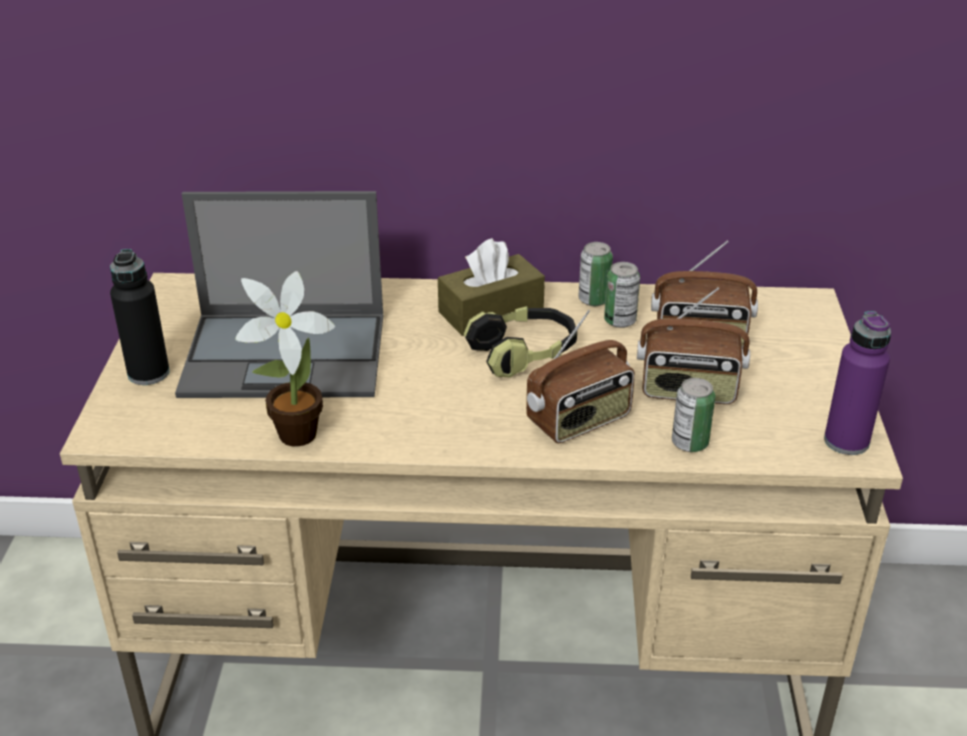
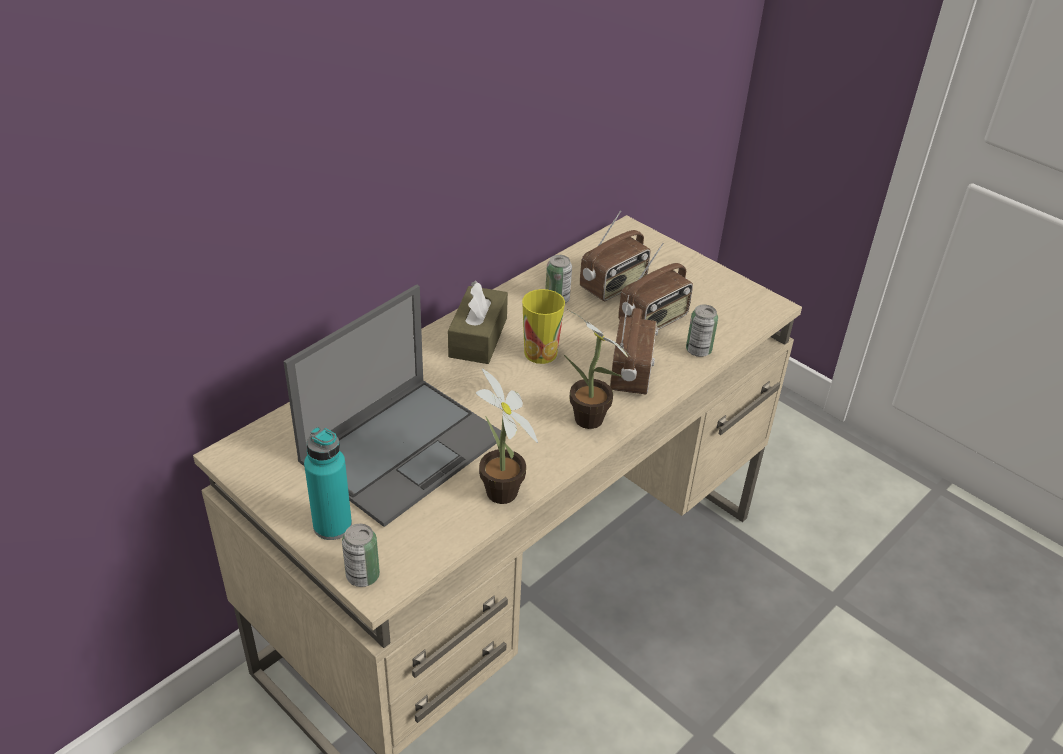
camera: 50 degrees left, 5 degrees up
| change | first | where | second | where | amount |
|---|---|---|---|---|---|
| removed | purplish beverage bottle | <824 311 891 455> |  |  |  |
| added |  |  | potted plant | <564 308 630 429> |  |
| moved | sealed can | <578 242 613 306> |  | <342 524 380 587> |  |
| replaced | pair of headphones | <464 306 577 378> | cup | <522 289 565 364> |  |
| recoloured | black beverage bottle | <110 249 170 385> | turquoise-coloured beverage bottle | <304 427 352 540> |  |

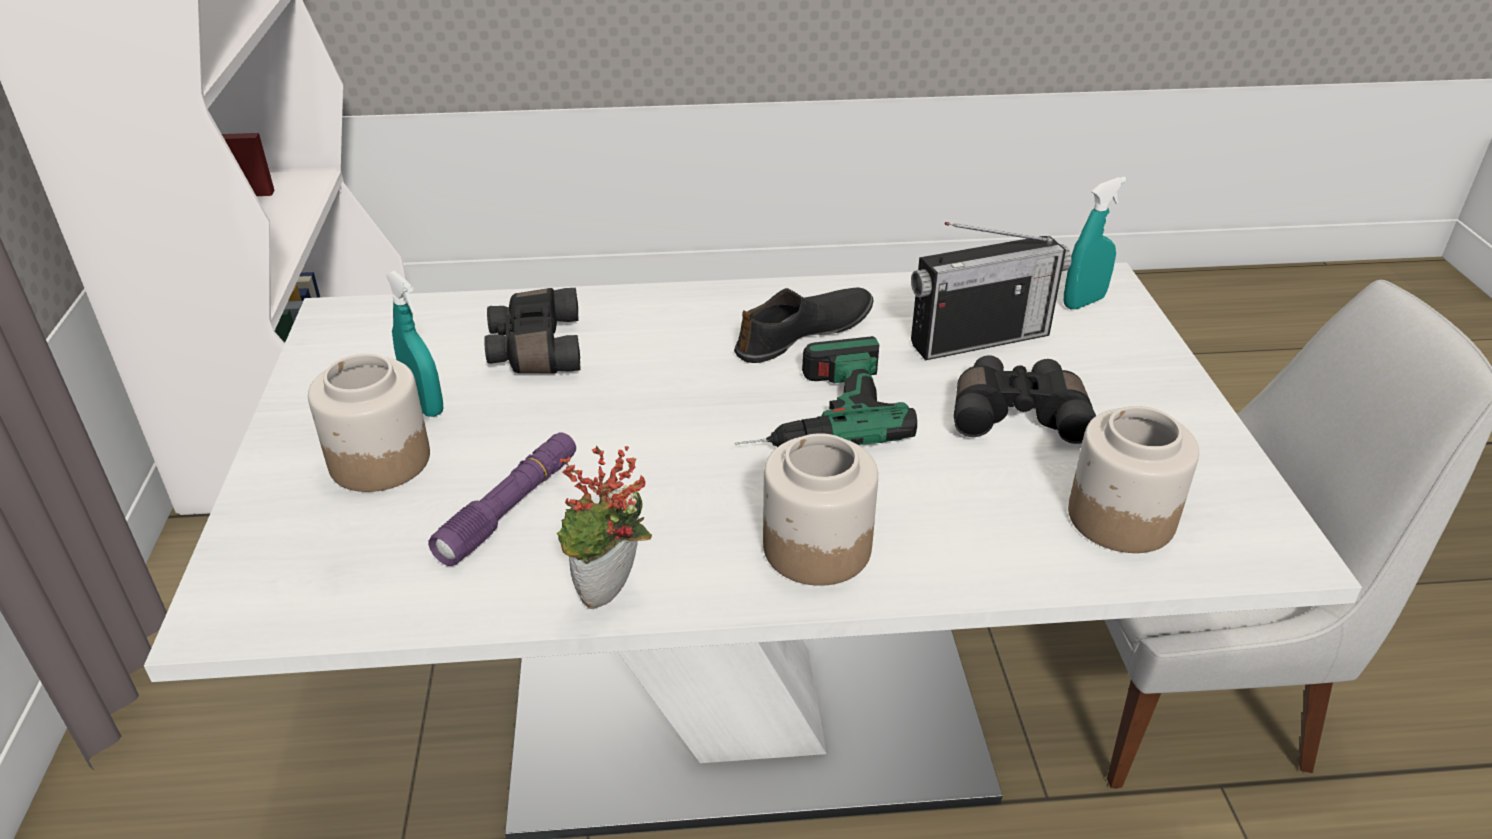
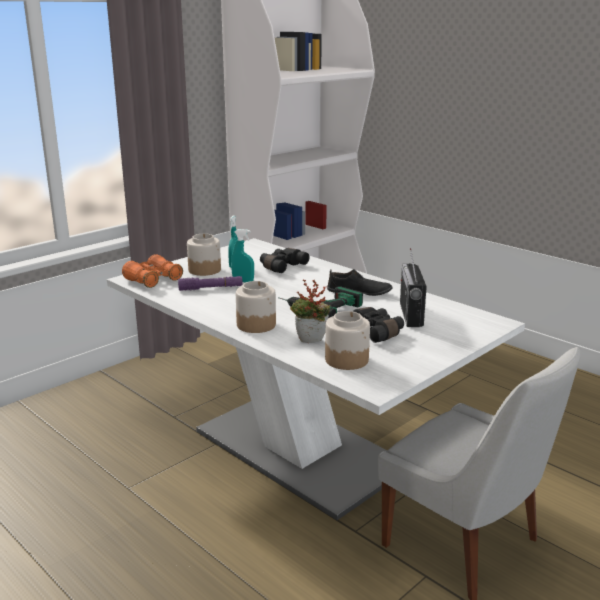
camera: 50 degrees right, 15 degrees down
| change | first | where | second | where | amount |
|---|---|---|---|---|---|
| added |  |  | orange-coloured pair of binoculars | <122 254 183 288> |  |
| moved | potted plant | <557 445 652 609> |  | <290 279 330 343> |  |
| moved | turquoise-coloured hand sprayer | <1064 177 1127 309> |  | <231 229 254 282> |  |
| turned | radio | <911 222 1072 360> |  | <400 248 427 327> | 60 degrees clockwise |

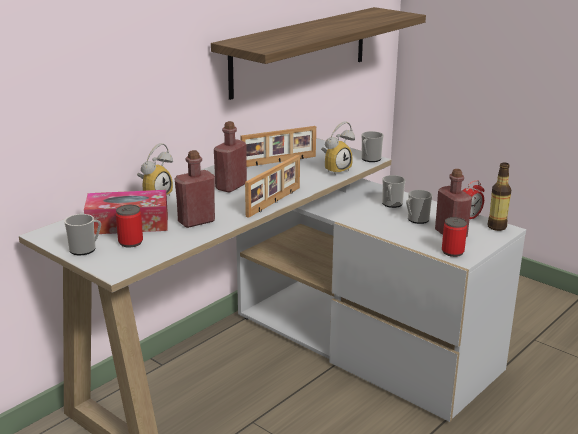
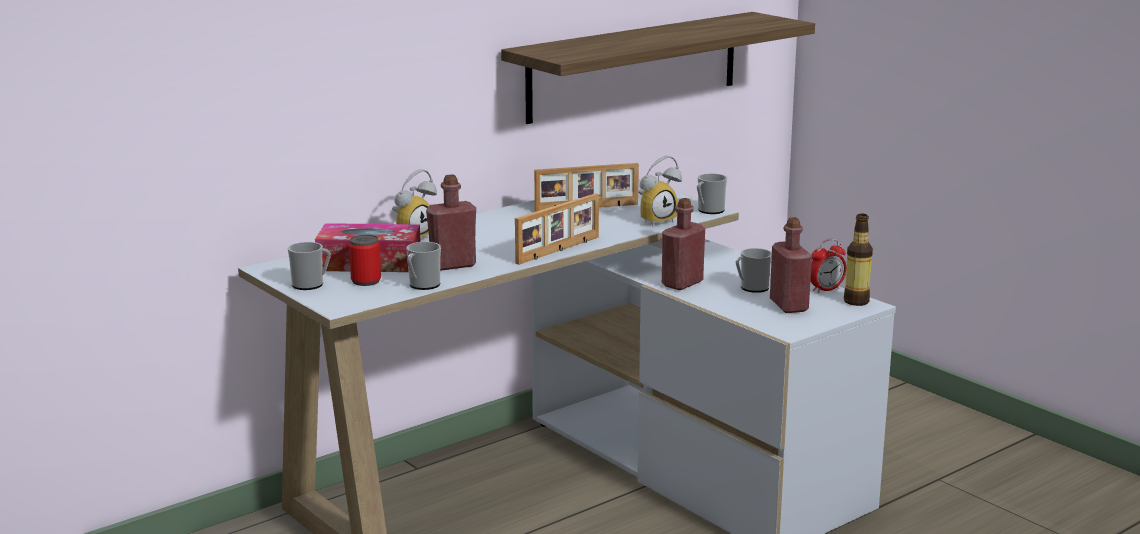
camera: 10 degrees right, 5 degrees down
| change | first | where | second | where | amount |
|---|---|---|---|---|---|
| removed | sealed can | <442 217 467 257> |  |  |  |
| moved | red-coloured beverage bottle | <214 121 247 193> |  | <662 198 705 290> |  |
| moved | tea mug | <382 175 406 208> |  | <406 242 441 290> |  |

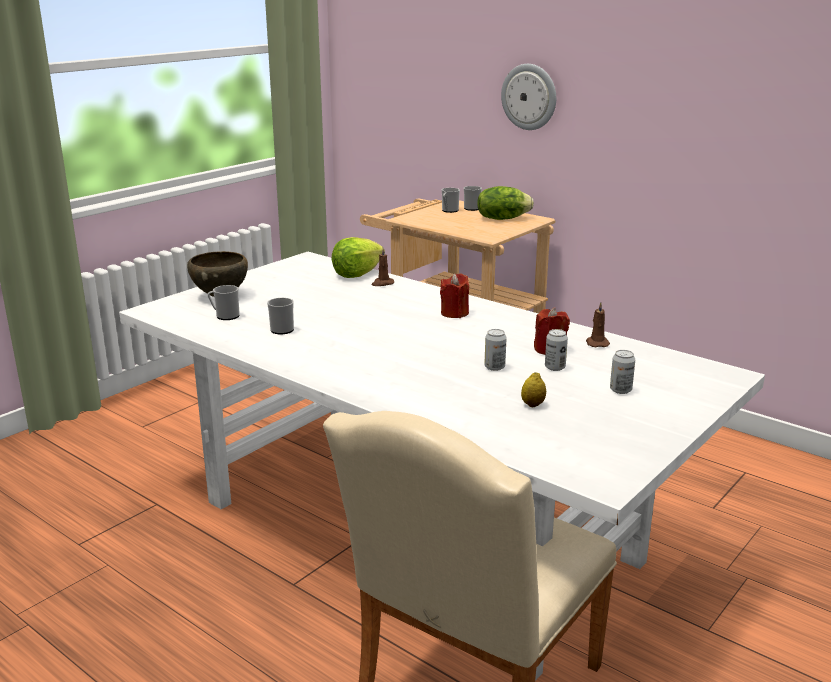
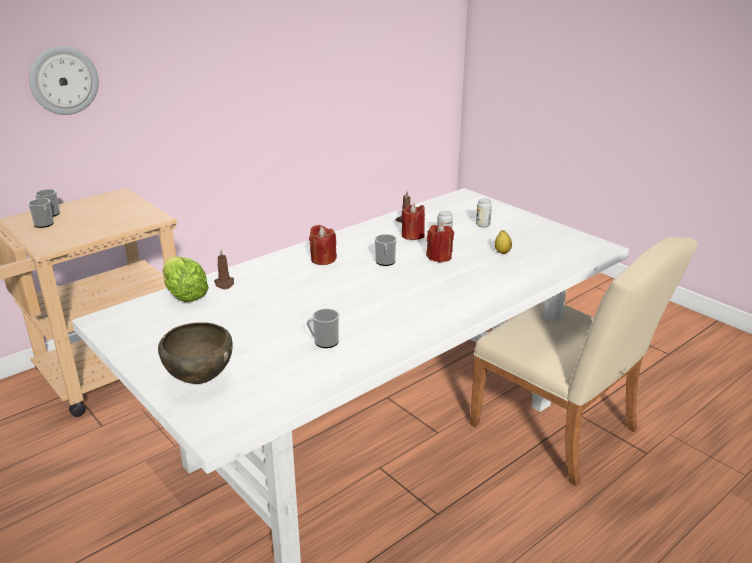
camera: 80 degrees left, 5 degrees up
| change | first | where | second | where | amount |
|---|---|---|---|---|---|
| removed | head of lettuce | <477 186 534 220> |  |  |  |
| moved | tea mug | <208 285 240 320> |  | <375 234 397 266> |  |
| replaced | sealed can | <485 329 507 371> | red-coloured candle | <426 224 454 262> |  |

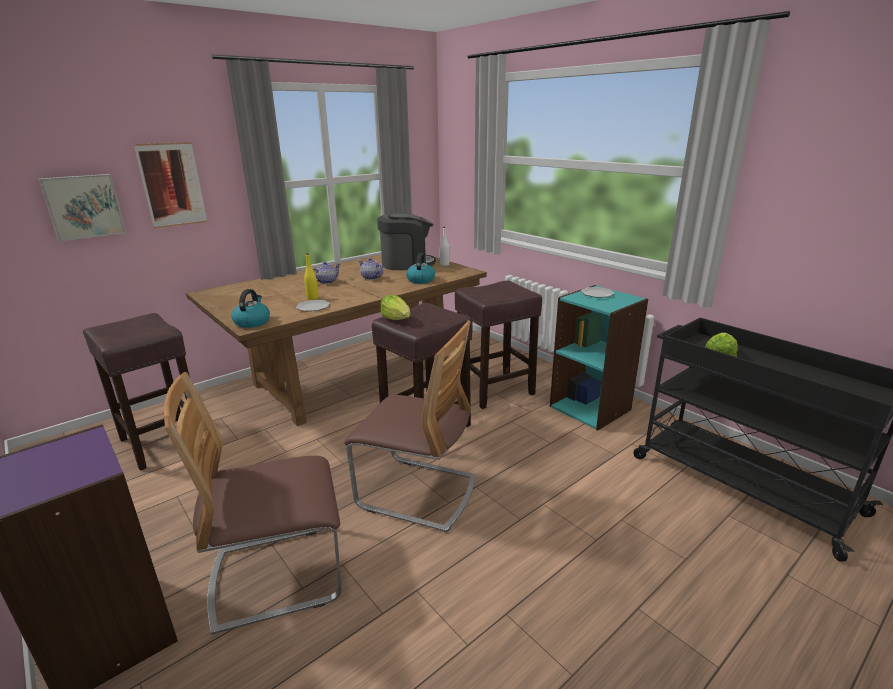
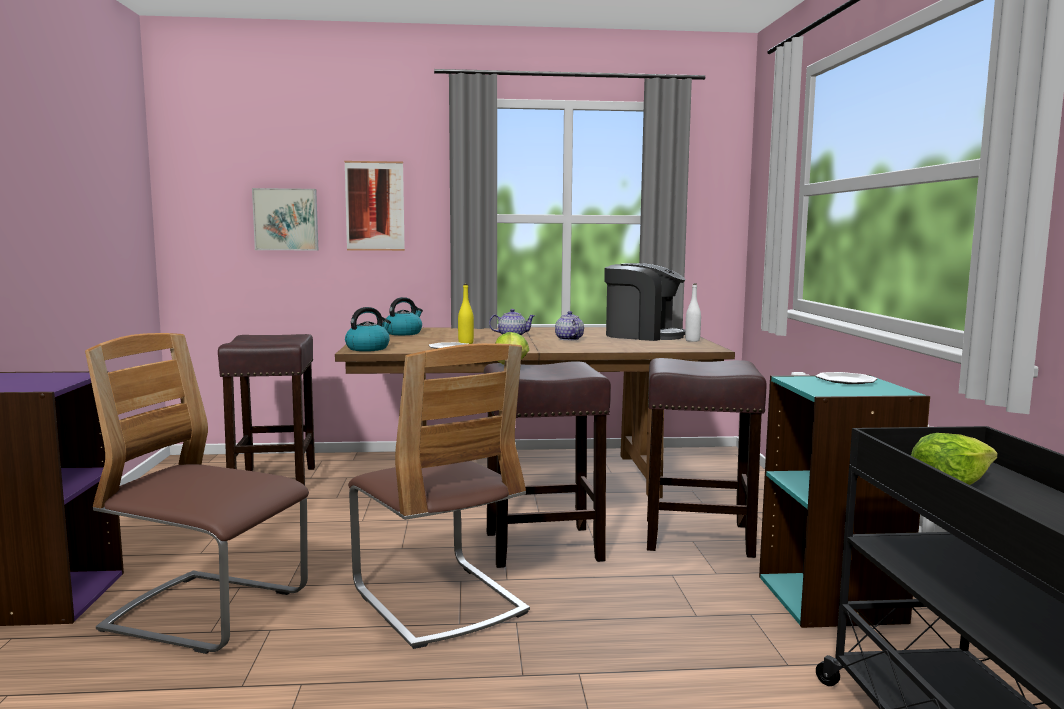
camera: 35 degrees right, 15 degrees down
| change | first | where | second | where | amount |
|---|---|---|---|---|---|
| moved | tea kettle | <406 253 435 284> |  | <386 297 423 335> |  |

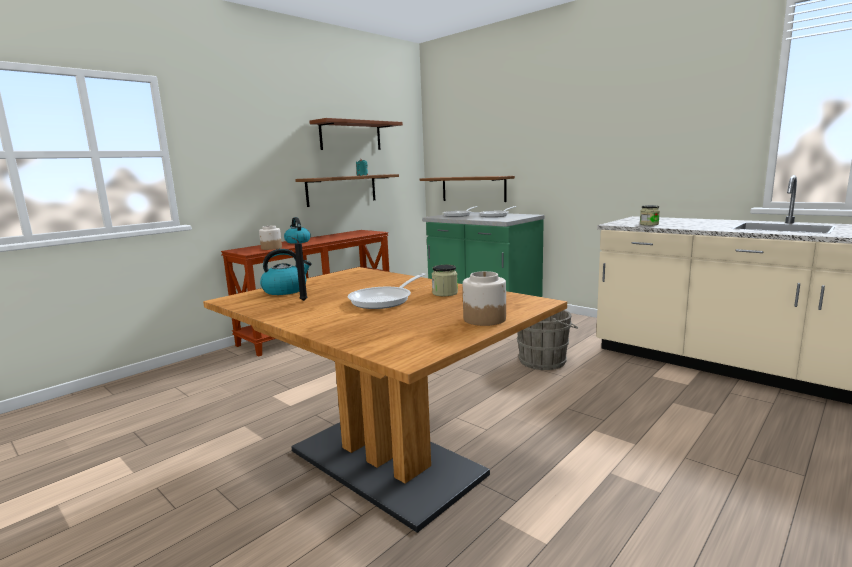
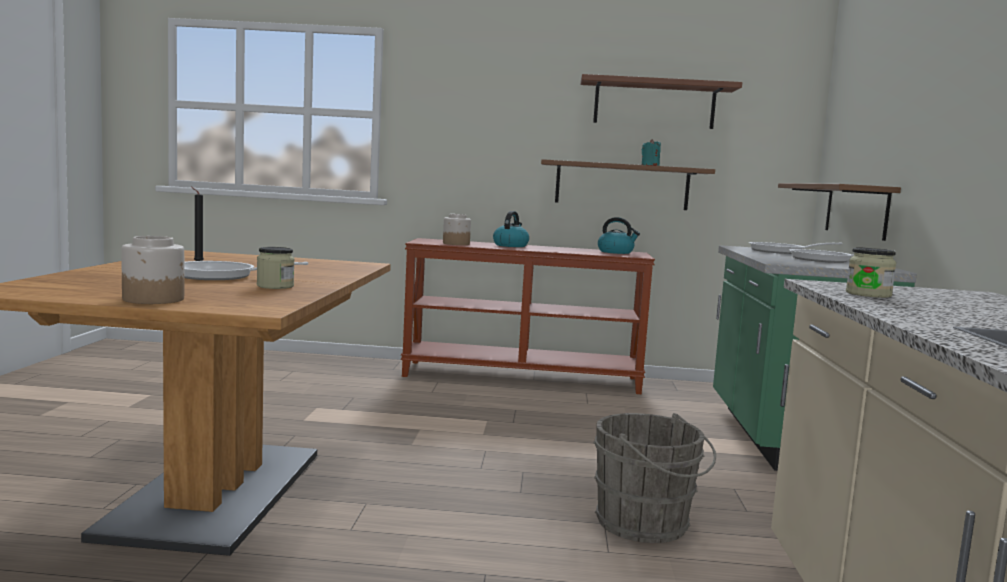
camera: 50 degrees right, 5 degrees down
| change | first | where | second | where | amount |
|---|---|---|---|---|---|
| moved | tea kettle | <260 249 312 295> |  | <598 217 640 254> |  |

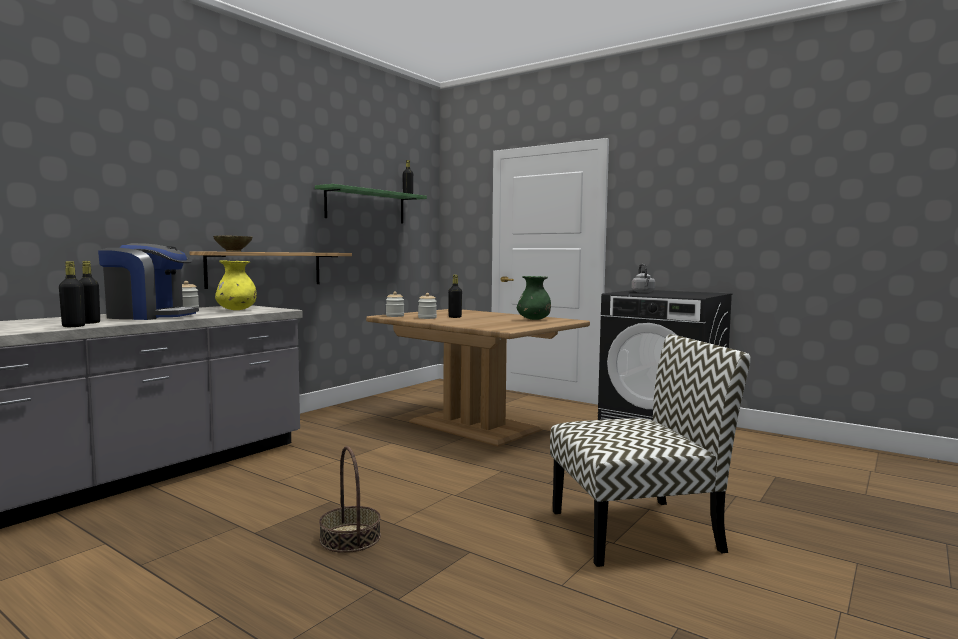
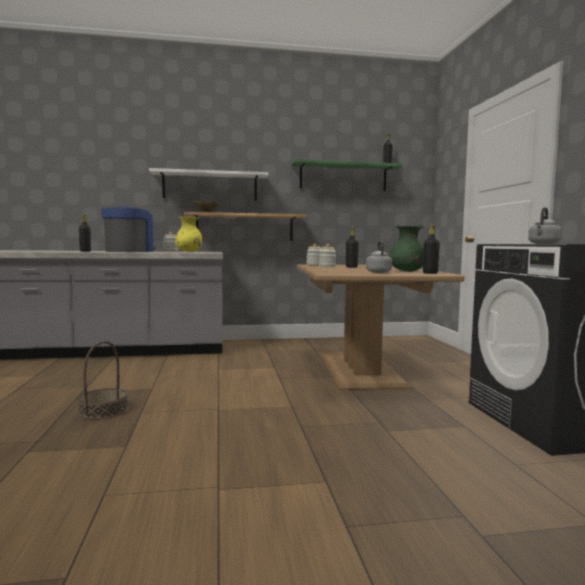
camera: 45 degrees right, 0 degrees up
| change | first | where | second | where | amount |
|---|---|---|---|---|---|
| removed | upright chair | <550 334 750 567> |  |  |  |
| added |  |  | white-coloured shelf | <149 168 268 201> |  |
| added |  |  | greyish tea kettle | <366 241 392 273> |  |
| moved | black beverage bottle | <59 261 85 327> |  | <423 225 440 274> |  |
| turned | coffee machine | <98 243 199 320> |  | <101 204 156 252> | 120 degrees counterclockwise |

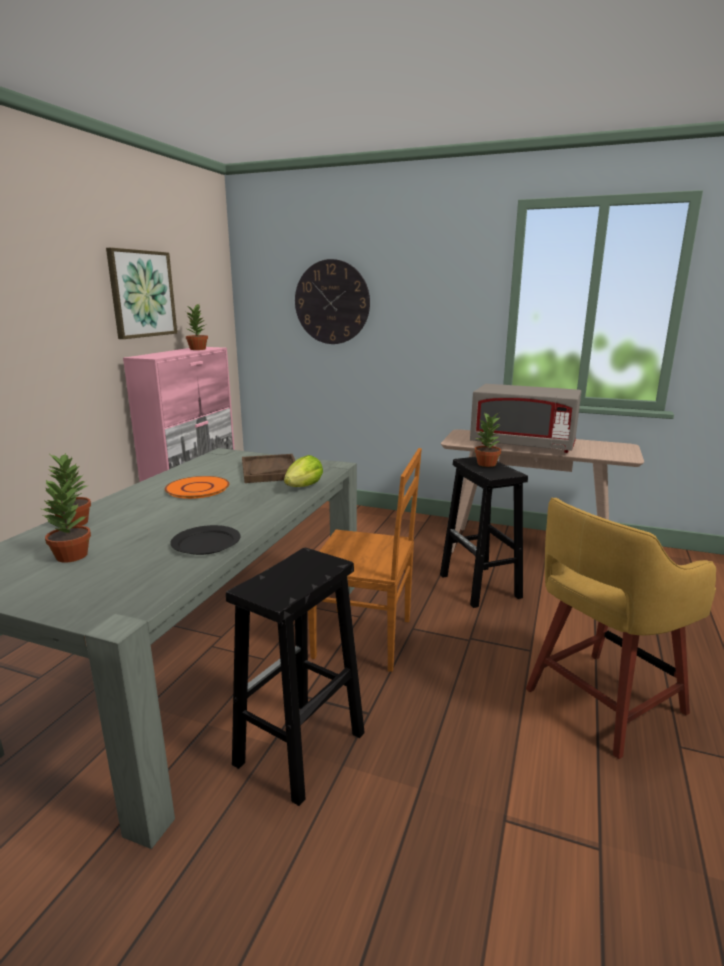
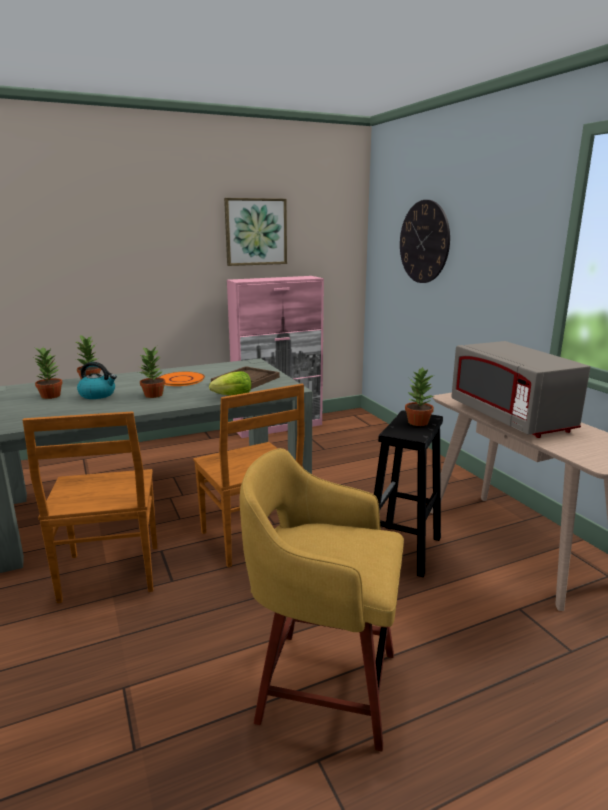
camera: 45 degrees right, 0 degrees up
| change | first | where | second | where | amount |
|---|---|---|---|---|---|
| removed | black dinner plate | <170 525 241 555> |  |  |  |
| added |  |  | tea kettle | <77 362 117 399> |  |
| moved | potted plant | <186 304 208 350> |  | <138 346 165 398> |  |
| replaced | black stool seat | <226 548 365 806> | brown-coloured upright chair | <22 412 157 603> |  |

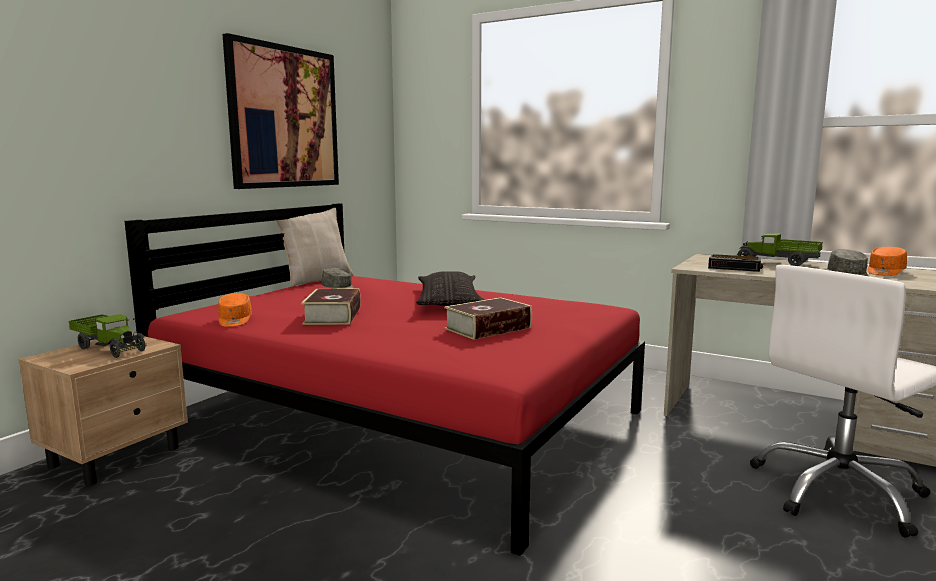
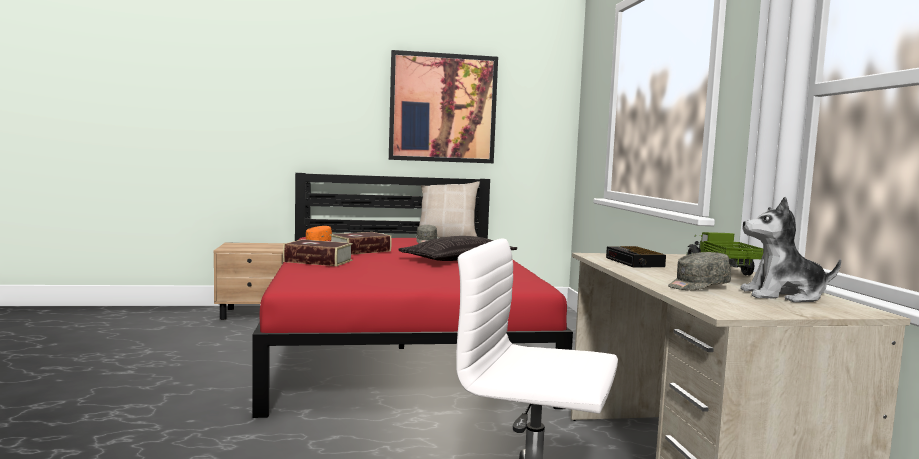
camera: 50 degrees right, 5 degrees down
| change | first | where | second | where | amount |
|---|---|---|---|---|---|
| removed | toy truck | <69 314 147 358> |  |  |  |
| moved | book | <444 297 532 340> |  | <283 239 353 266> |  |
| replaced | orange-coloured baseball cap | <868 247 907 276> | soft toy | <740 197 841 302> |  |

